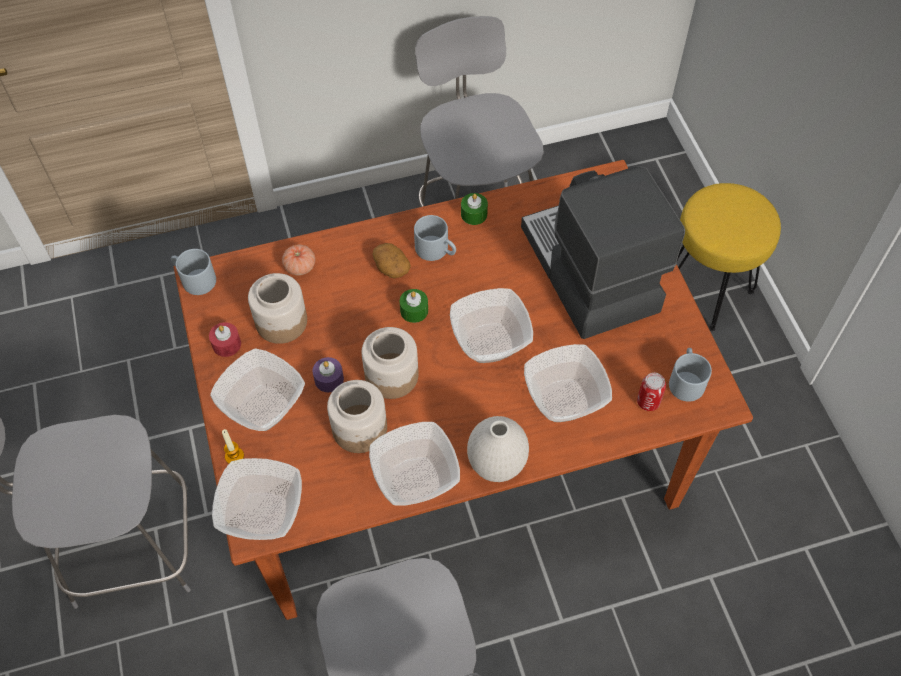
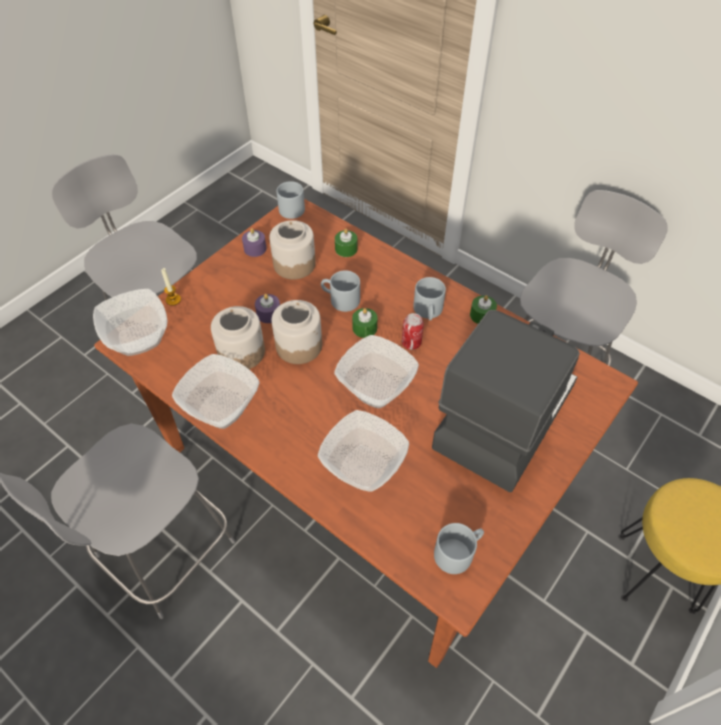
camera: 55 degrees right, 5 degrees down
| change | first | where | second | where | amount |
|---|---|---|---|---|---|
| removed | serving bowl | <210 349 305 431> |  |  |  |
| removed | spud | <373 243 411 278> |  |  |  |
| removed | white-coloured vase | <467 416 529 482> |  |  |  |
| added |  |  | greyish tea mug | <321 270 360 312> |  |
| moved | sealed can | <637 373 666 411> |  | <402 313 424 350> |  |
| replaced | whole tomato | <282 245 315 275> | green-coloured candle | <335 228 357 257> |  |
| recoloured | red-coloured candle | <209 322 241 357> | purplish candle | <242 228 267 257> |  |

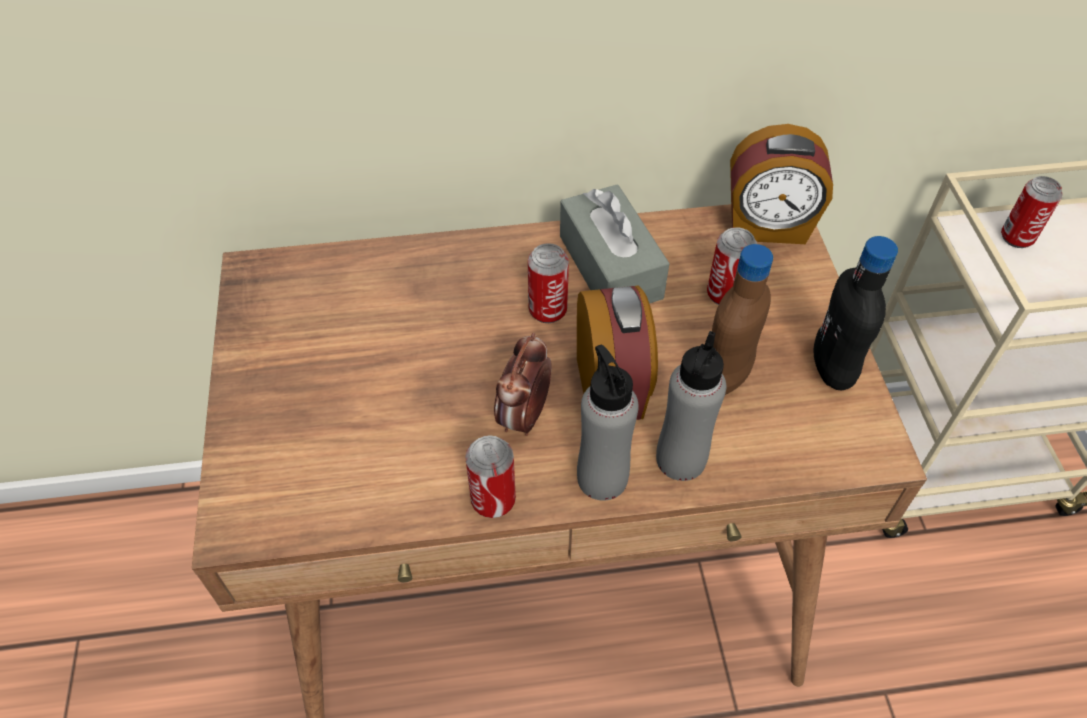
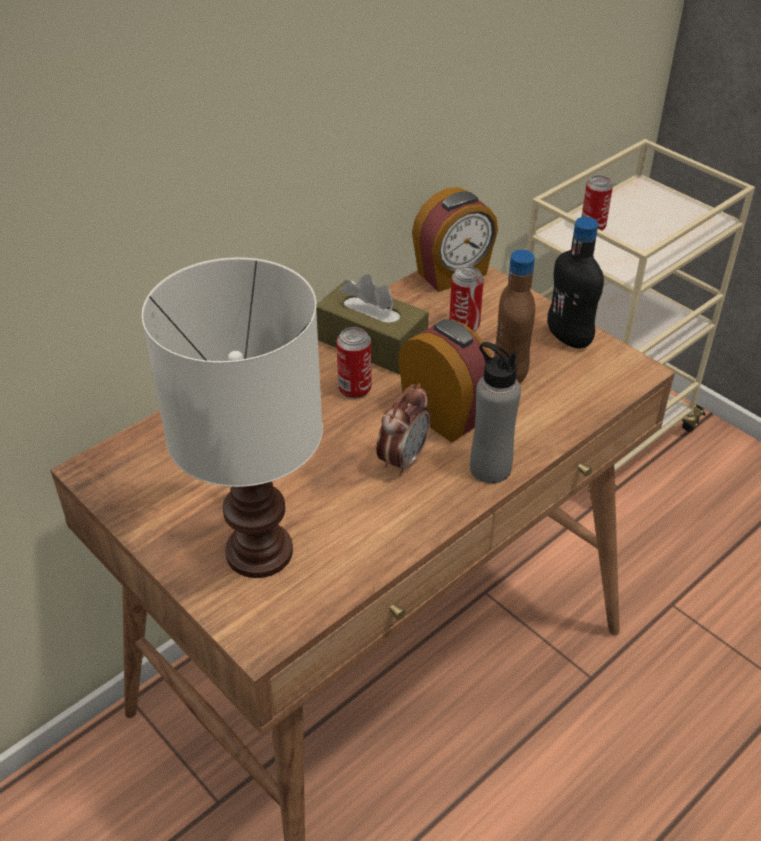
camera: 35 degrees left, 10 degrees down
| change | first | where | second | where | amount |
|---|---|---|---|---|---|
| removed | sealed can | <465 435 516 518> |  |  |  |
| removed | greyish beverage bottle | <656 331 726 481> |  |  |  |
| added |  |  | white-coloured tabletop lamp | <142 257 323 578> |  |
| recoloured | greyish box of tissues | <560 184 669 304> | brown-coloured box of tissues | <316 275 429 374> |  |
| turned | bedside clock | <494 333 552 436> |  | <376 384 431 476> | 135 degrees counterclockwise |

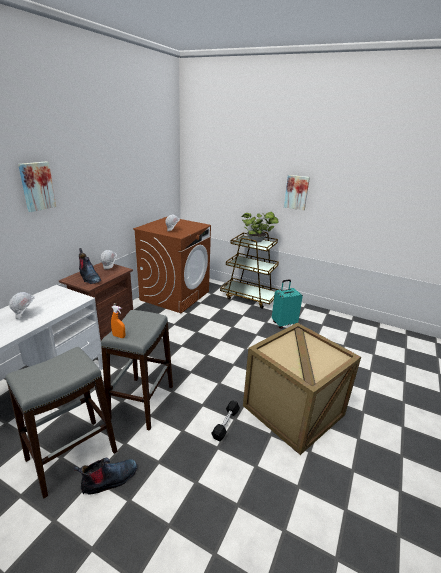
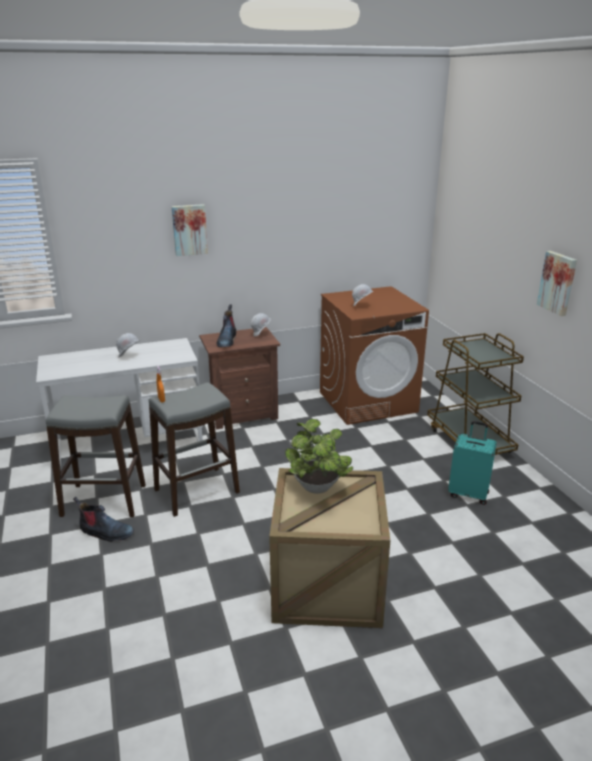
camera: 45 degrees right, 0 degrees up
| change | first | where | second | where | amount |
|---|---|---|---|---|---|
| removed | black hand weight | <211 400 240 441> |  |  |  |
| moved | potted plant | <242 212 279 243> |  | <285 419 353 494> |  |

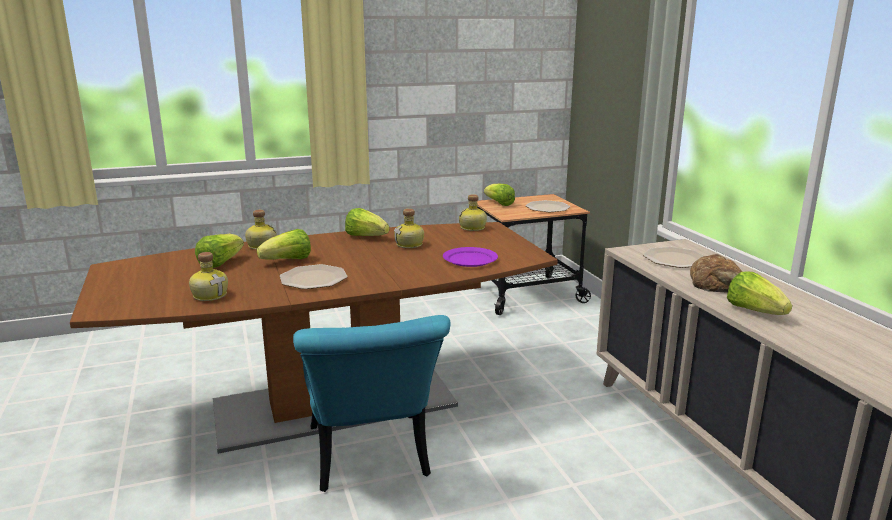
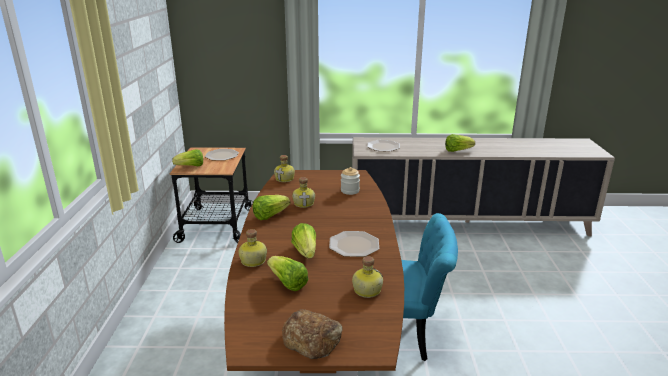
camera: 70 degrees left, 5 degrees up
| change | first | where | second | where | amount |
|---|---|---|---|---|---|
| moved | baked bread | <690 254 742 293> |  | <282 309 343 359> |  |
| replaced | purplish dinner plate | <443 247 498 267> | preserve jar | <341 167 360 195> |  |

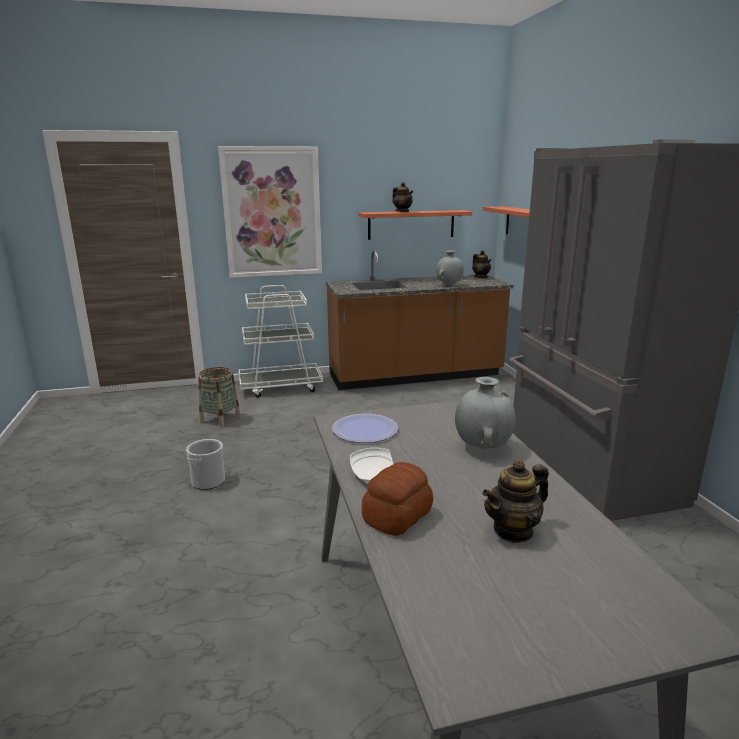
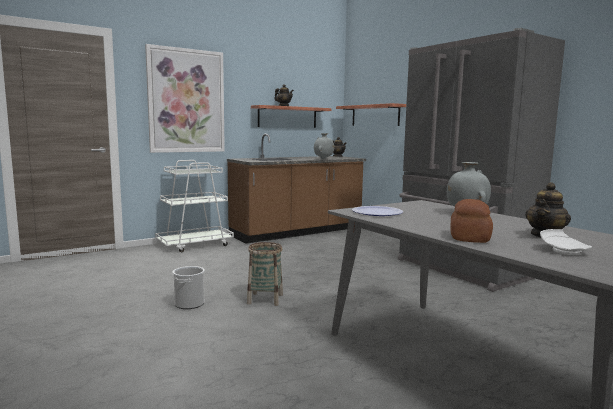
camera: 20 degrees left, 10 degrees down
| change | first | where | second | where | amount |
|---|---|---|---|---|---|
| moved | storage basket | <199 367 241 428> |  | <247 242 283 306> |  |
| moved | white-coloured dinner plate | <350 448 393 484> |  | <540 229 592 255> |  |

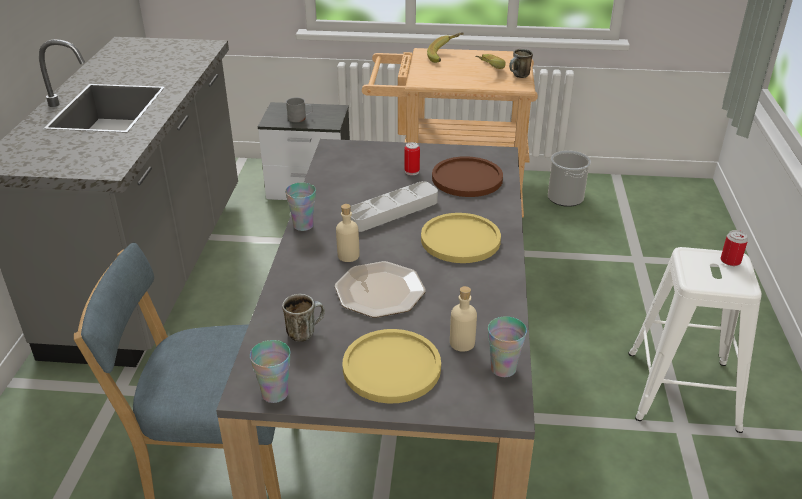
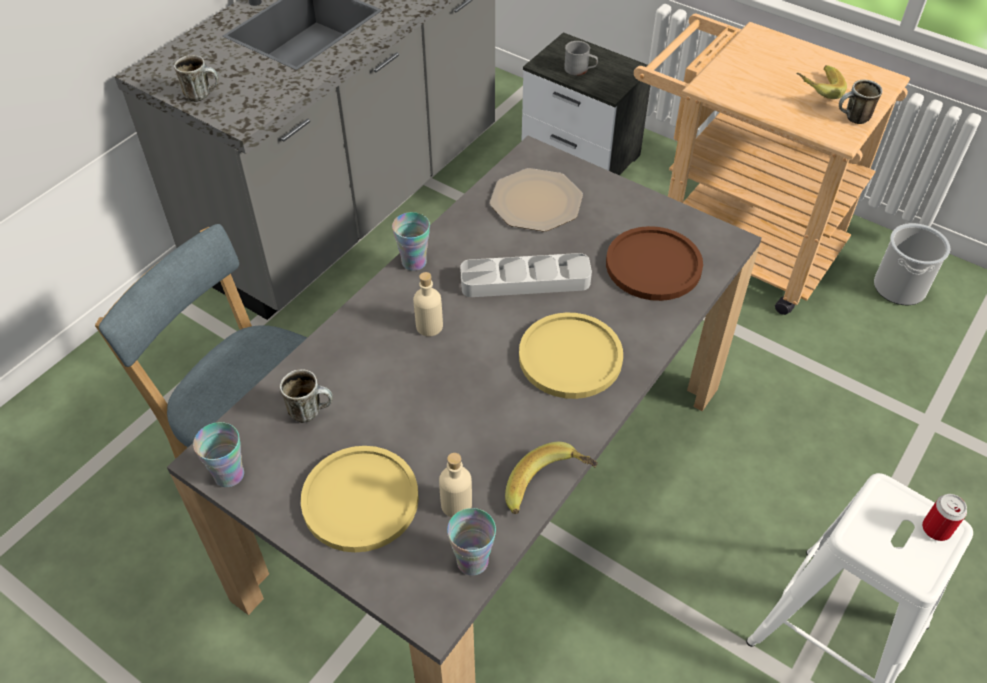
camera: 30 degrees right, 15 degrees up
| change | first | where | second | where | amount |
|---|---|---|---|---|---|
| removed | sealed can | <404 142 420 175> |  |  |  |
| added |  |  | tea mug | <174 55 219 102> |  |
| moved | dinner plate | <335 261 426 318> |  | <490 168 583 231> |  |
| moved | banana fruit | <427 32 463 63> |  | <505 441 598 514> |  |

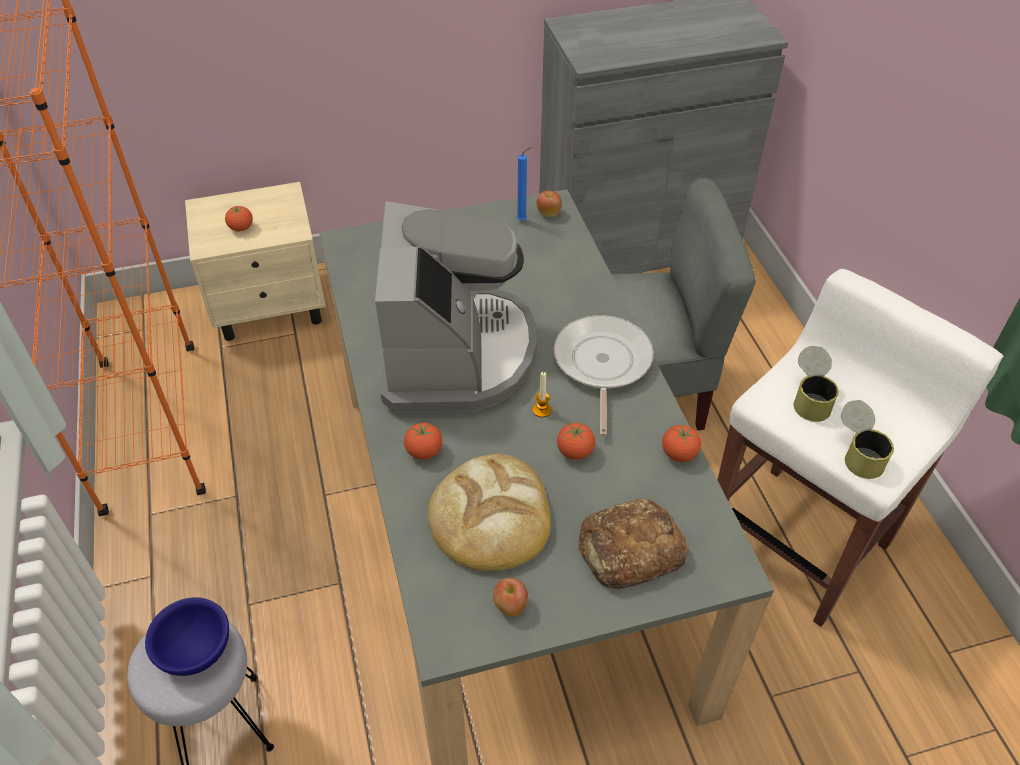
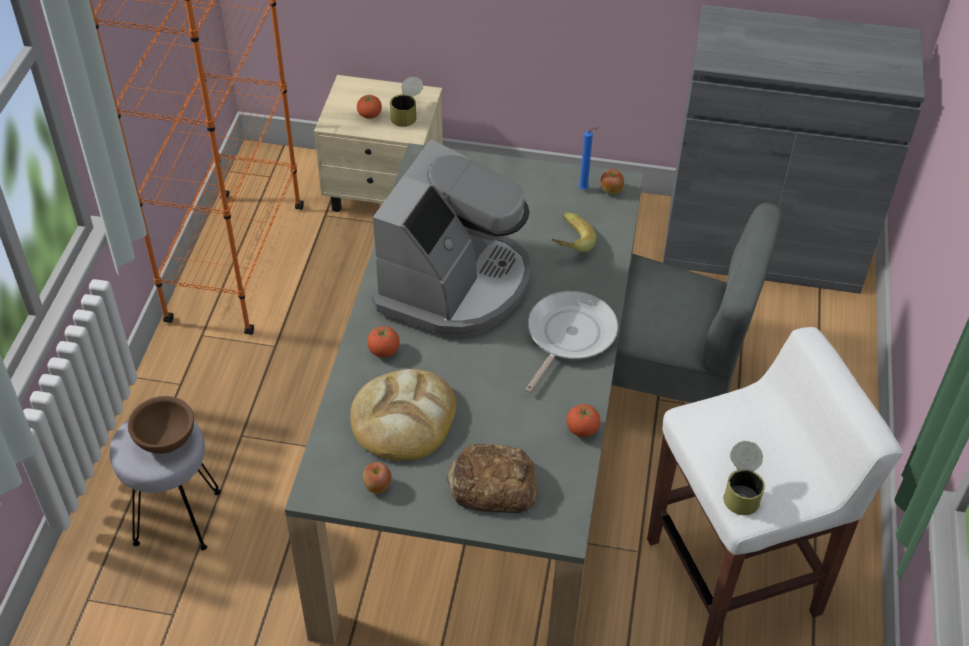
camera: 25 degrees right, 0 degrees up
| change | first | where | second | where | amount |
|---|---|---|---|---|---|
| removed | candle | <533 372 552 417> |  |  |  |
| removed | whole tomato | <557 423 595 460> |  |  |  |
| added |  |  | banana fruit | <551 212 596 252> |  |
| moved | sealed can | <793 346 839 422> |  | <390 76 423 127> |  |
| recoloured | bluish serving bowl | <145 597 229 676> | brown-coloured serving bowl | <128 396 194 454> |  |

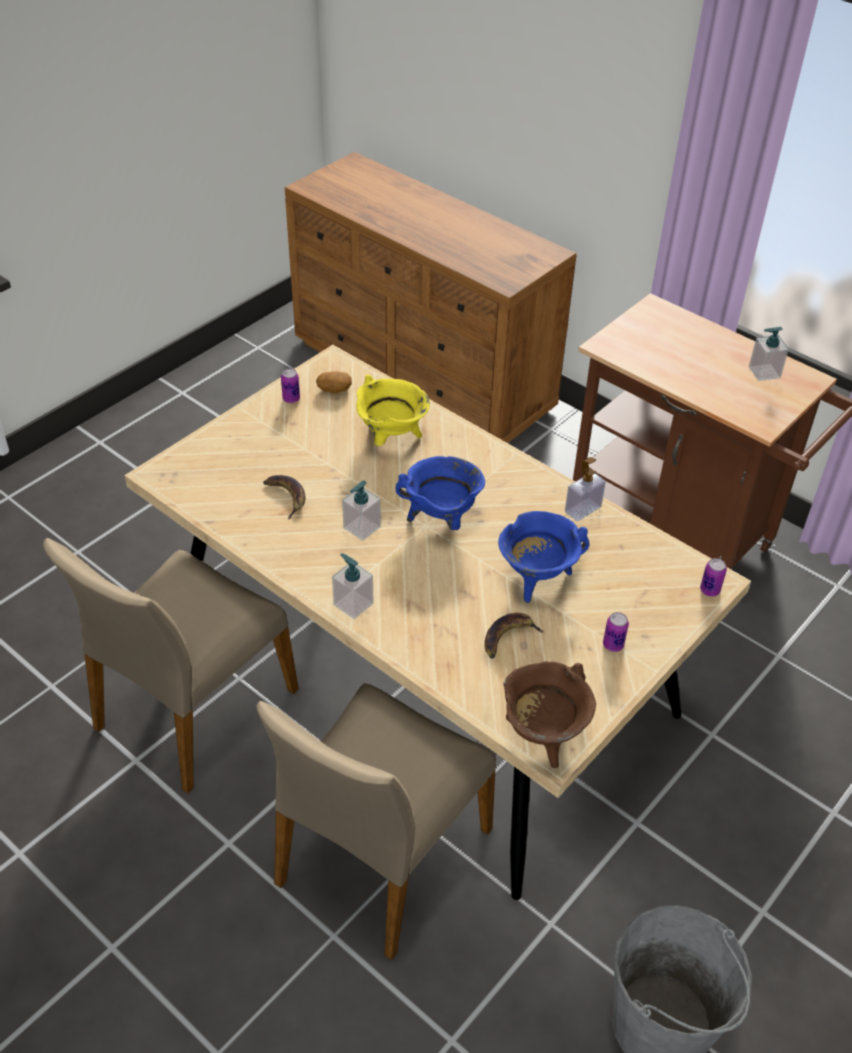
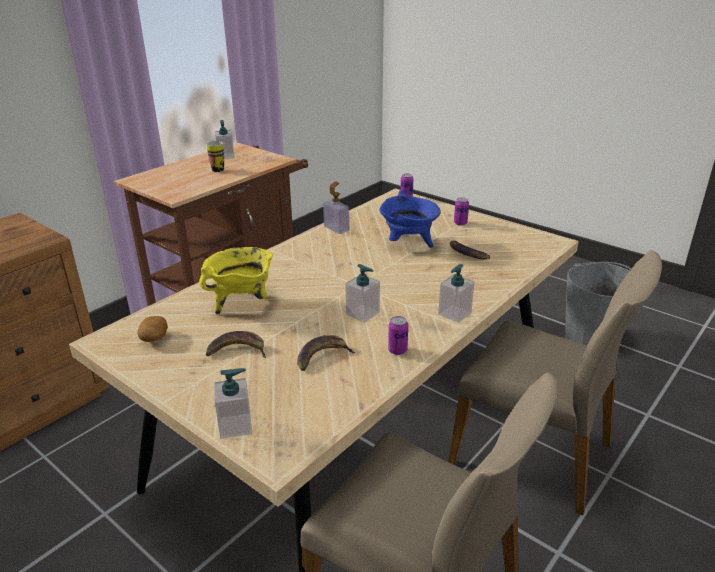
camera: 90 degrees left, 15 degrees down
| change | first | where | second | where | amount |
|---|---|---|---|---|---|
| removed | bluish cooking pot | <396 456 485 530> |  |  |  |
| removed | brown-coloured cooking pot | <503 661 596 768> |  |  |  |
| added |  |  | banana fruit | <206 331 266 358> |  |
| added |  |  | tea mug | <207 141 224 172> |  |
| added |  |  | soap dispenser | <214 368 252 439> |  |
| moved | sealed can | <281 369 300 403> |  | <388 316 408 355> |  |

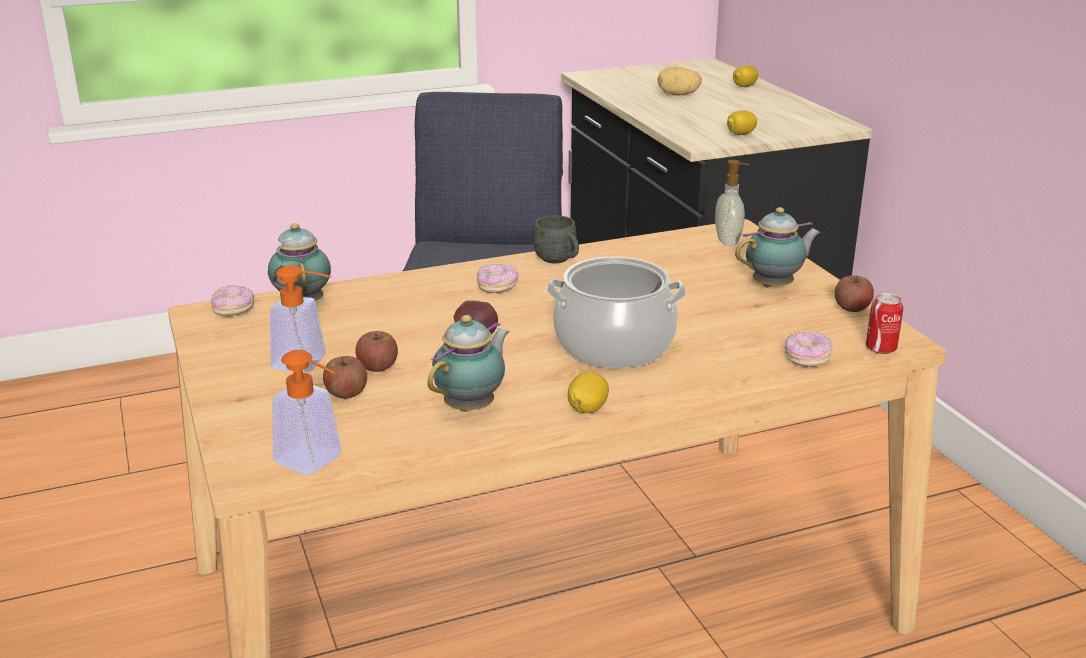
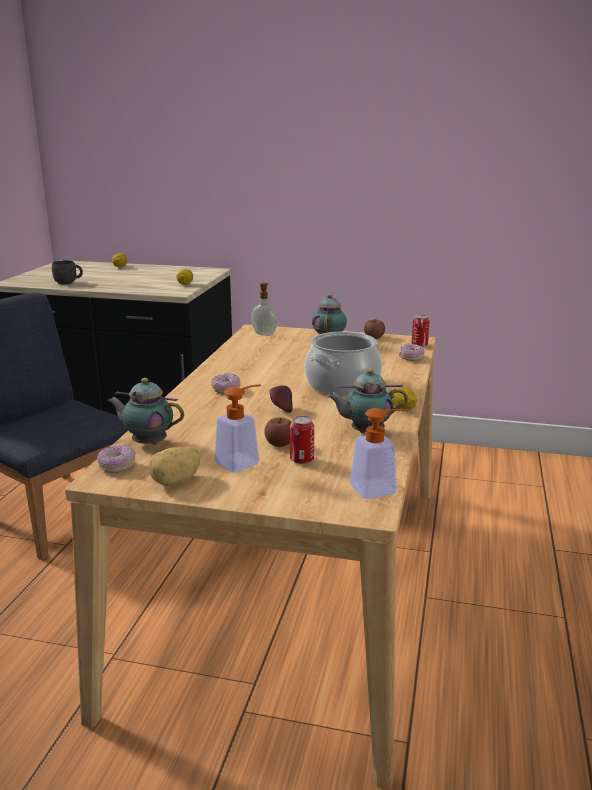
camera: 55 degrees left, 5 degrees down
| change | first | where | second | where | amount |
|---|---|---|---|---|---|
| moved | greyish tea mug | <533 215 579 263> |  | <52 260 83 284> |  |
| moved | spud | <657 67 702 95> |  | <148 446 200 486> |  |
| replaced | apple | <323 356 367 399> | sealed can | <290 416 314 464> |  |
| turned | teapot | <427 315 510 412> |  | <327 369 408 433> | 75 degrees counterclockwise |

